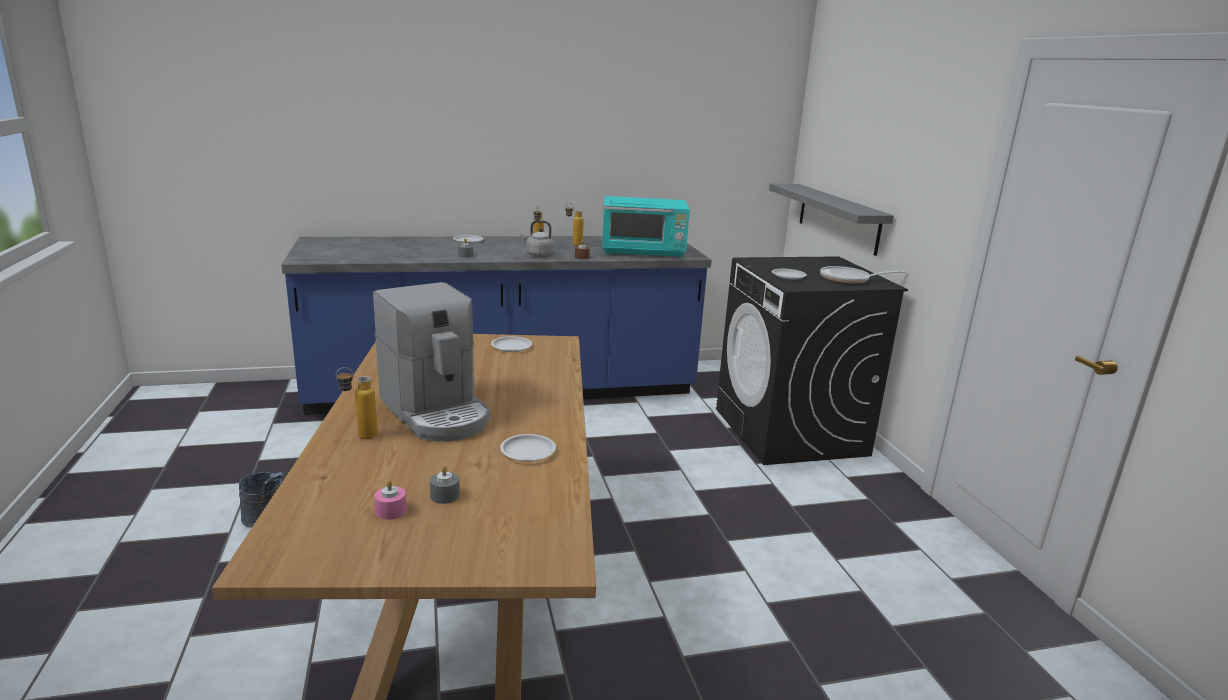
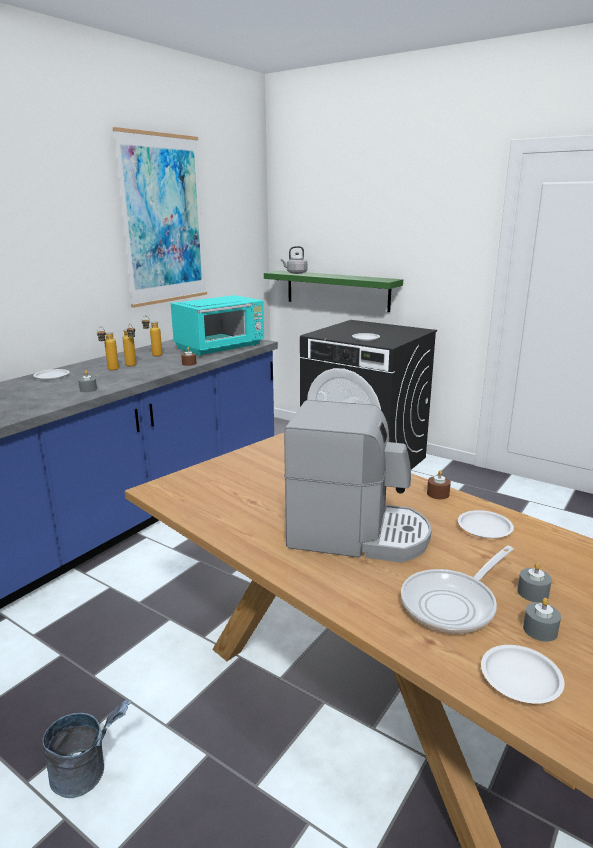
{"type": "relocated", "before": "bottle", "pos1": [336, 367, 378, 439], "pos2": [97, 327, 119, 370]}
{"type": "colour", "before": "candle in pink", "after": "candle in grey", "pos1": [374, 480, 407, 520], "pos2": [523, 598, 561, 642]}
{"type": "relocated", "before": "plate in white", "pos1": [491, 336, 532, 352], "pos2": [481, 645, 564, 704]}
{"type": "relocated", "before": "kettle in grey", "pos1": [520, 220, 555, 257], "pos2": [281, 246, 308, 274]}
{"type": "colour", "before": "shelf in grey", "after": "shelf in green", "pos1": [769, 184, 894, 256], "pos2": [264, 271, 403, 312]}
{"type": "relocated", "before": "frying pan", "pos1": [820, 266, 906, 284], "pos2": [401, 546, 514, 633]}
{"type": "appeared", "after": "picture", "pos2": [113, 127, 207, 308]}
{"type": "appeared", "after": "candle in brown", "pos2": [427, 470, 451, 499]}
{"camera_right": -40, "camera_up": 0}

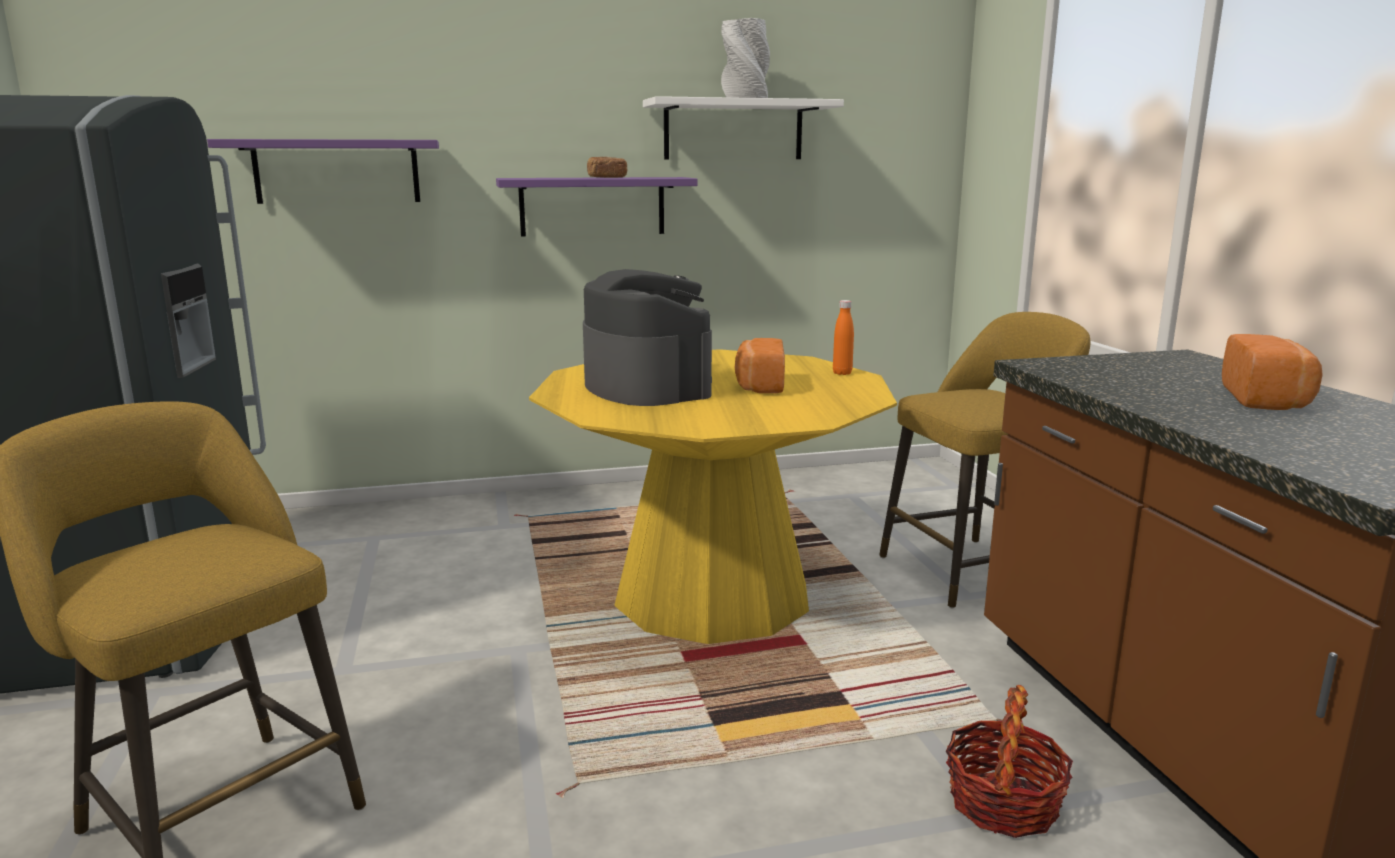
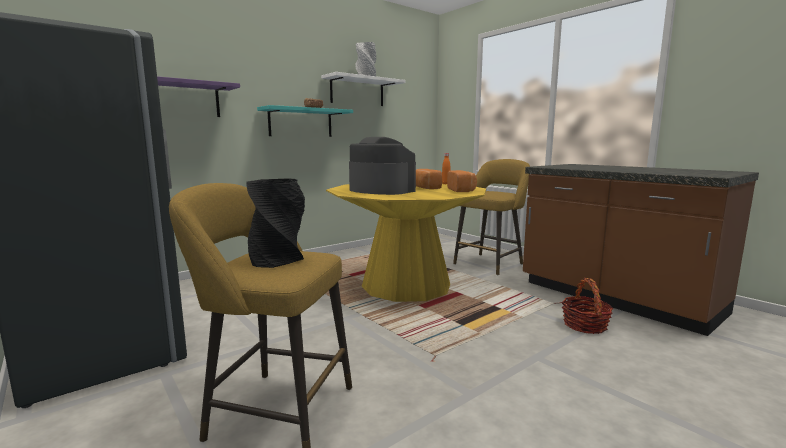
{"type": "colour", "before": "shelf in purple", "after": "shelf in turquoise", "pos1": [496, 177, 698, 237], "pos2": [257, 105, 353, 137]}
{"type": "relocated", "before": "bread", "pos1": [1222, 334, 1323, 410], "pos2": [447, 170, 477, 192]}
{"type": "appeared", "after": "vase in black", "pos2": [246, 179, 305, 268]}
{"camera_right": -25, "camera_up": -5}

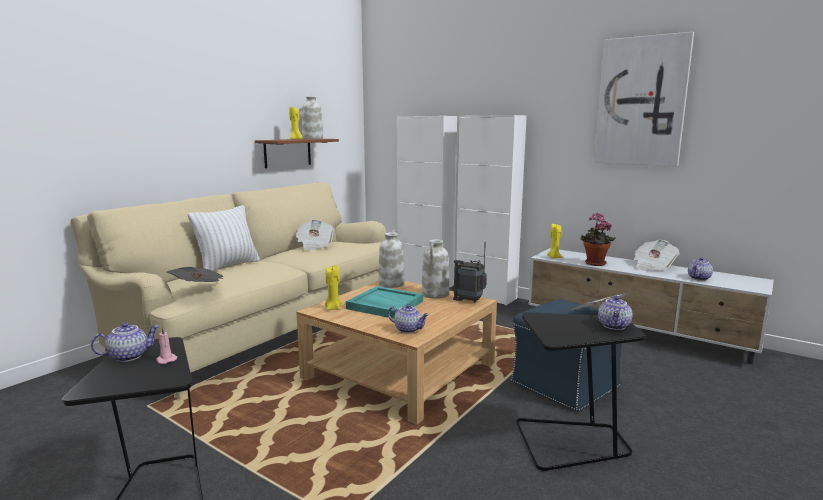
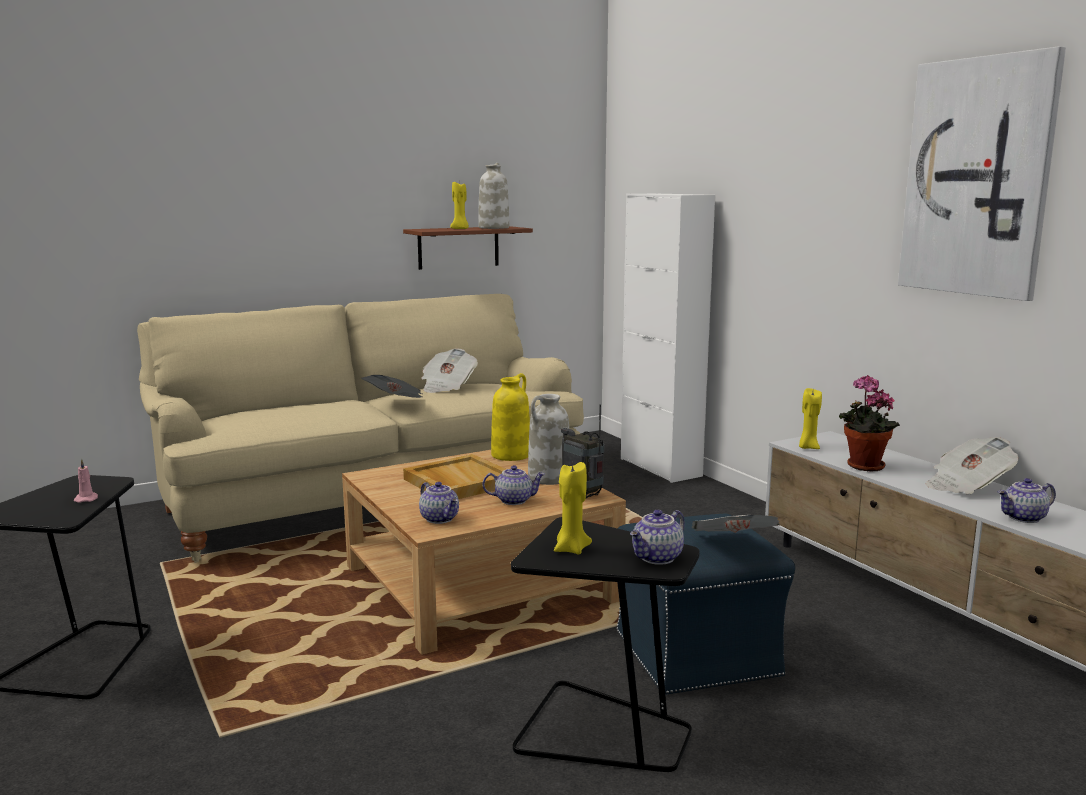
{"type": "relocated", "before": "teapot", "pos1": [91, 322, 159, 362], "pos2": [482, 465, 545, 505]}
{"type": "relocated", "before": "newspaper", "pos1": [166, 267, 224, 282], "pos2": [361, 375, 422, 398]}
{"type": "missing", "before": "pillow in white", "pos1": [188, 205, 260, 271]}
{"type": "relocated", "before": "candle in yellow", "pos1": [325, 265, 342, 310], "pos2": [554, 462, 592, 555]}
{"type": "colour", "before": "tray in turquoise", "after": "tray in beige", "pos1": [346, 286, 423, 319], "pos2": [403, 454, 506, 499]}
{"type": "colour", "before": "vase in white", "after": "vase in yellow", "pos1": [379, 230, 405, 288], "pos2": [491, 373, 530, 461]}
{"type": "missing", "before": "cabinet in white", "pos1": [456, 115, 527, 305]}
{"camera_right": 25, "camera_up": 0}

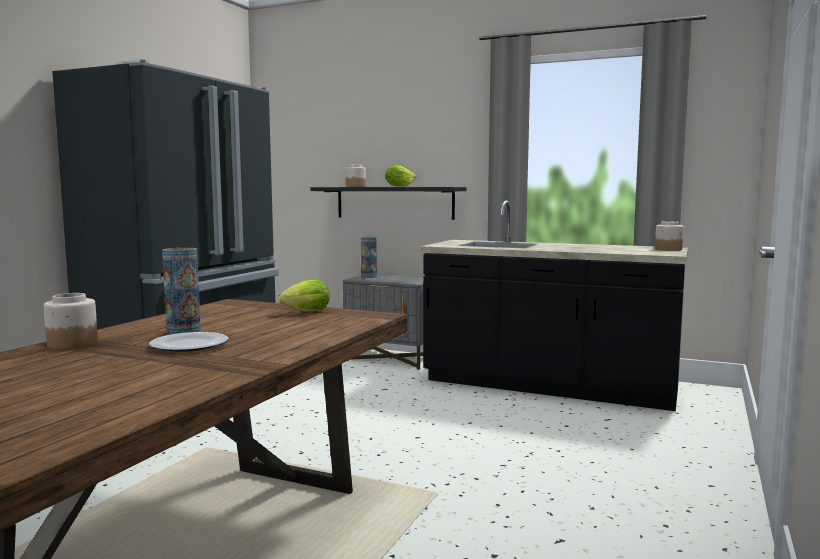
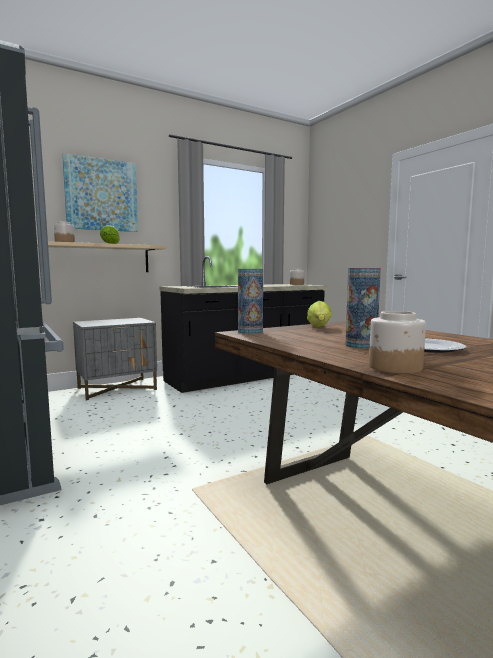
{"type": "colour", "before": "shelf in black", "after": "shelf in beige", "pos1": [310, 187, 467, 220], "pos2": [37, 241, 167, 272]}
{"type": "relocated", "before": "vase", "pos1": [361, 237, 377, 278], "pos2": [238, 269, 263, 334]}
{"type": "appeared", "after": "picture", "pos2": [62, 153, 138, 232]}
{"camera_right": -55, "camera_up": 0}

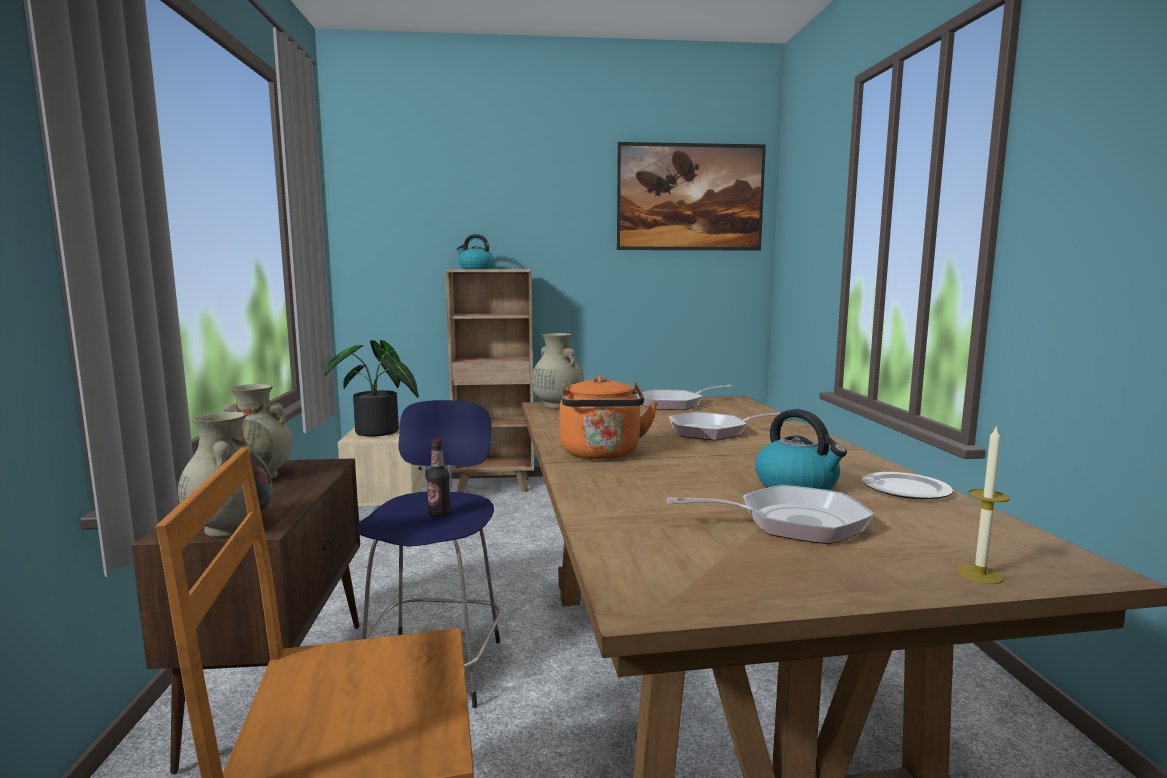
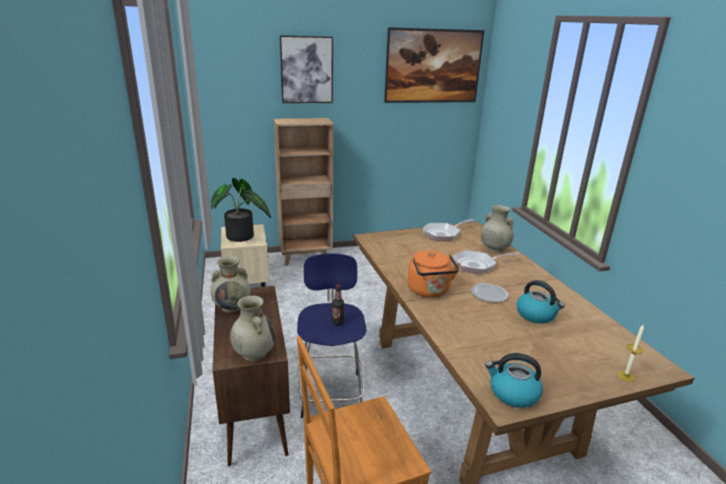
{"type": "relocated", "before": "kettle", "pos1": [457, 234, 494, 269], "pos2": [485, 353, 543, 408]}
{"type": "relocated", "before": "vase in beige", "pos1": [531, 333, 584, 409], "pos2": [481, 205, 514, 253]}
{"type": "missing", "before": "frying pan", "pos1": [667, 485, 874, 544]}
{"type": "relocated", "before": "plate", "pos1": [862, 472, 953, 499], "pos2": [471, 283, 508, 302]}
{"type": "appeared", "after": "picture", "pos2": [280, 35, 333, 103]}
{"camera_right": -10, "camera_up": 15}

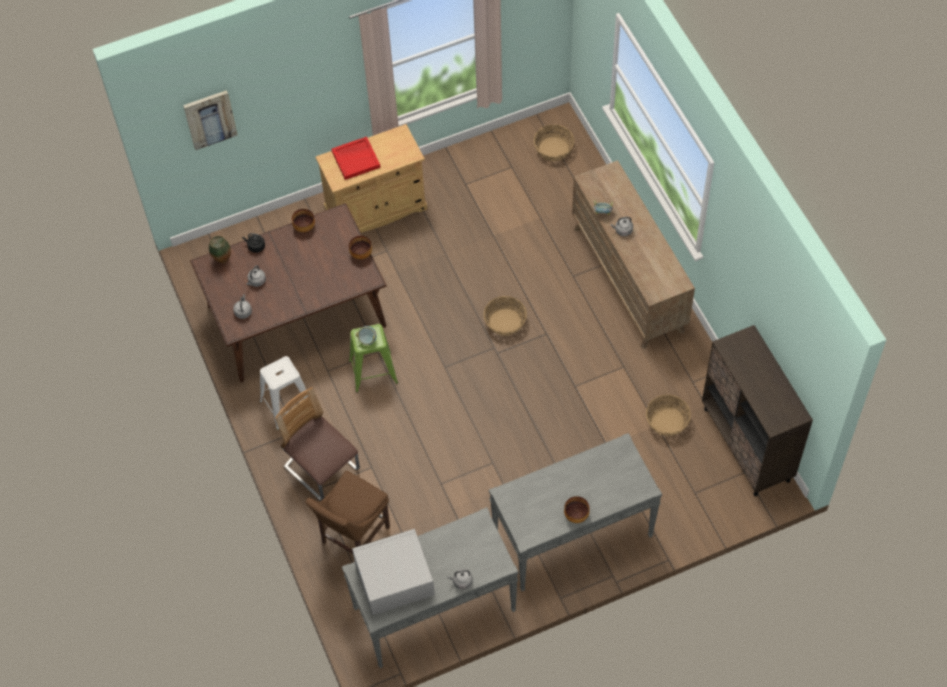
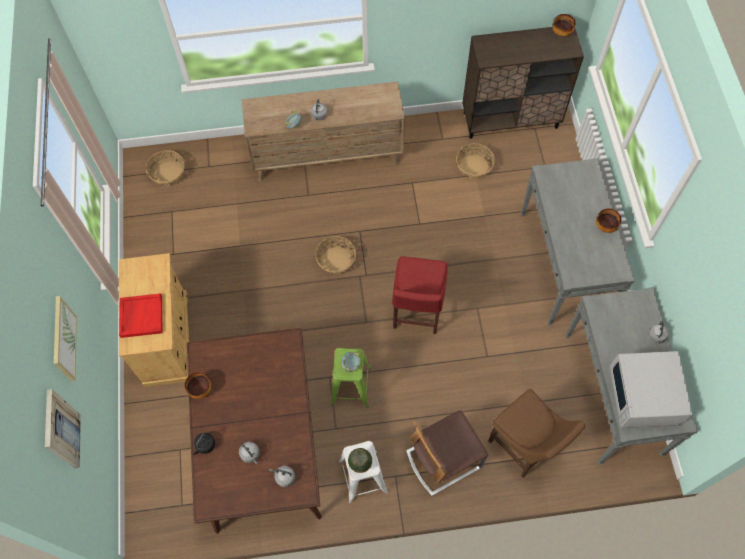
{"type": "relocated", "before": "vase", "pos1": [209, 236, 231, 263], "pos2": [348, 448, 372, 473]}
{"type": "relocated", "before": "bowl", "pos1": [349, 236, 372, 259], "pos2": [553, 14, 576, 36]}
{"type": "appeared", "after": "picture", "pos2": [54, 296, 77, 381]}
{"type": "appeared", "after": "chair in red", "pos2": [392, 256, 448, 334]}
{"camera_right": -75, "camera_up": 5}

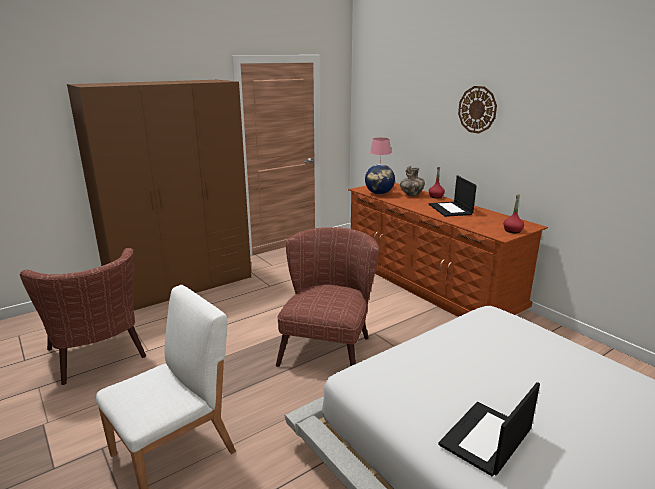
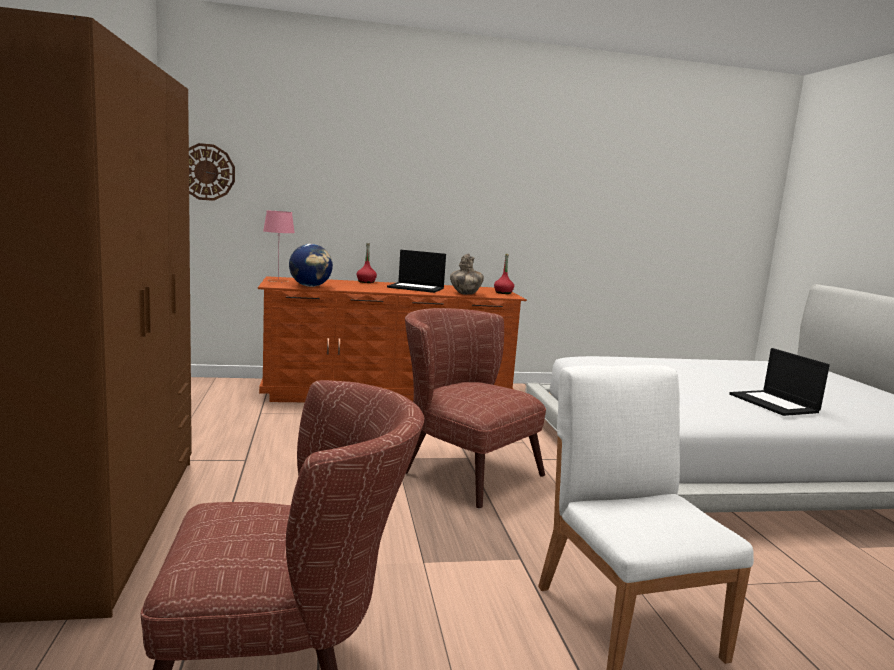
{"type": "relocated", "before": "vase", "pos1": [400, 166, 425, 196], "pos2": [450, 254, 484, 295]}
{"type": "relocated", "before": "wall clock", "pos1": [458, 86, 497, 133], "pos2": [189, 143, 235, 201]}
{"camera_right": -65, "camera_up": -10}

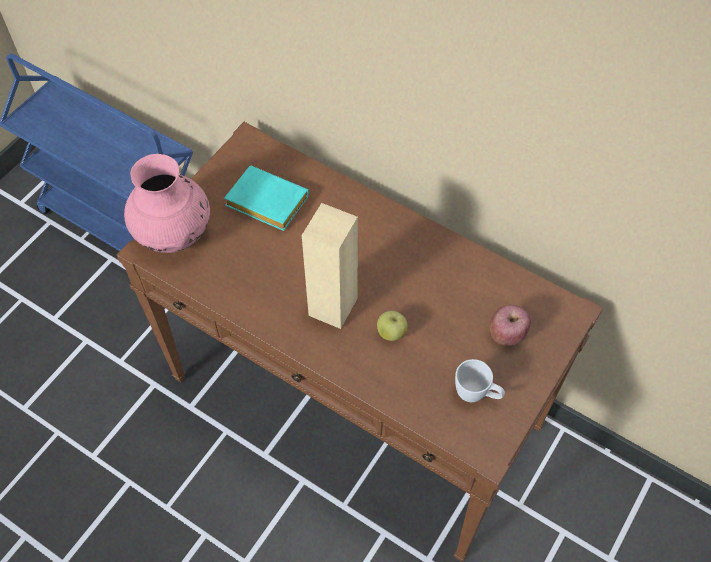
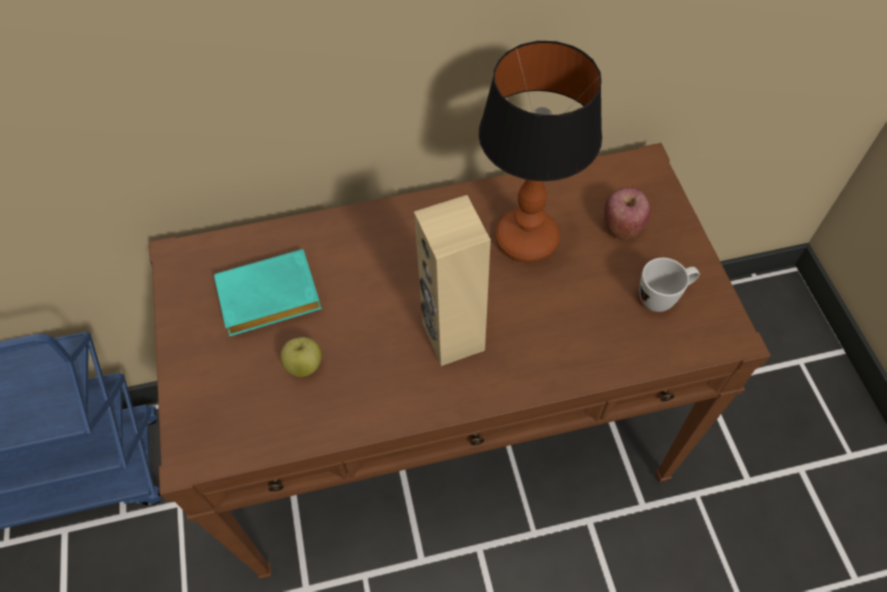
{"type": "missing", "before": "vase in pink", "pos1": [124, 154, 210, 253]}
{"type": "relocated", "before": "apple", "pos1": [377, 311, 408, 341], "pos2": [280, 337, 322, 377]}
{"type": "appeared", "after": "table lamp", "pos2": [479, 41, 602, 263]}
{"camera_right": -45, "camera_up": 0}

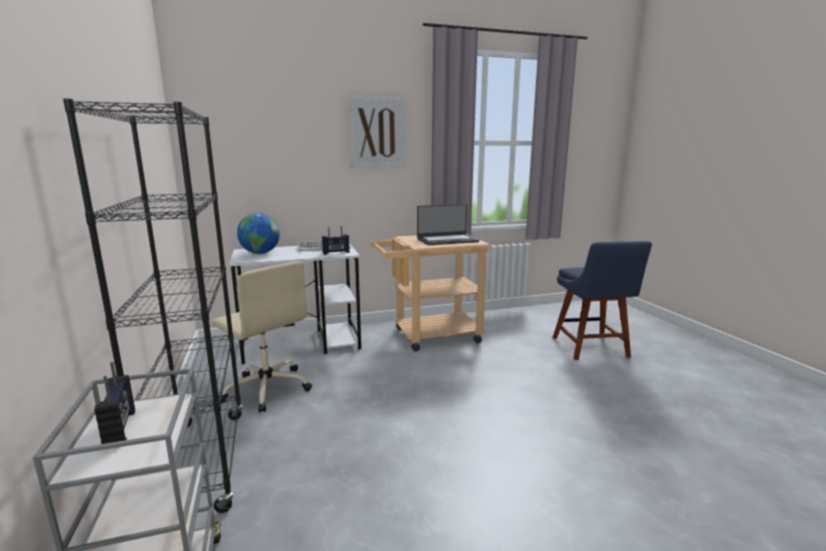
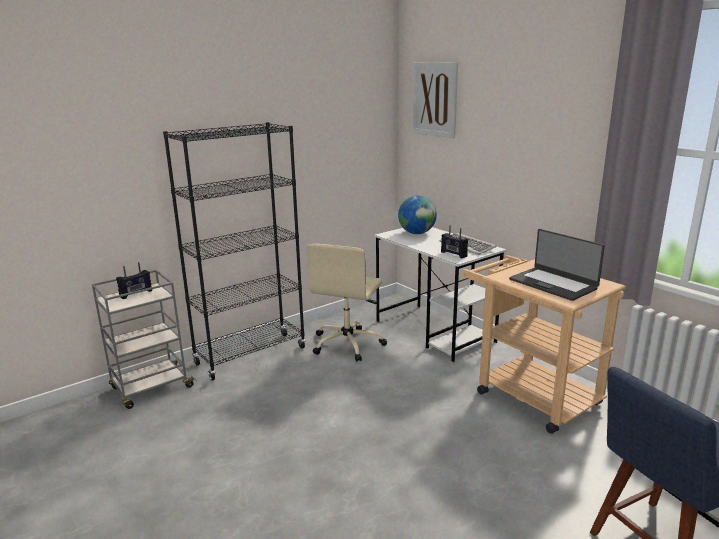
{"type": "relocated", "before": "picture", "pos1": [348, 96, 404, 168], "pos2": [413, 62, 458, 138]}
{"camera_right": 70, "camera_up": 5}

